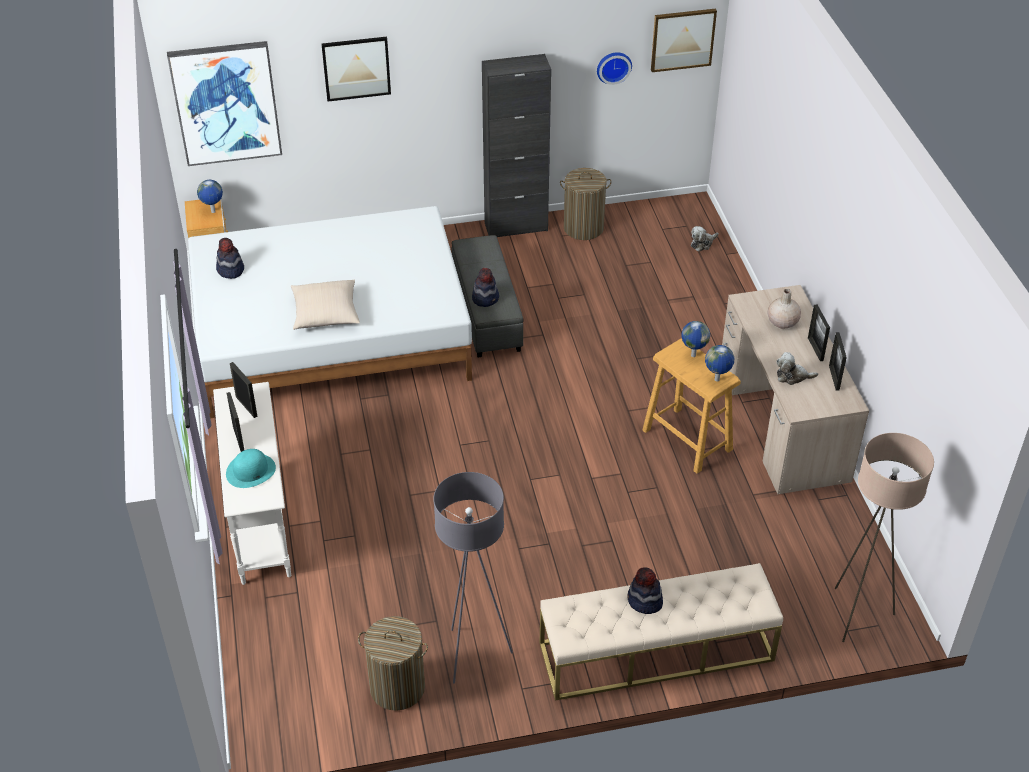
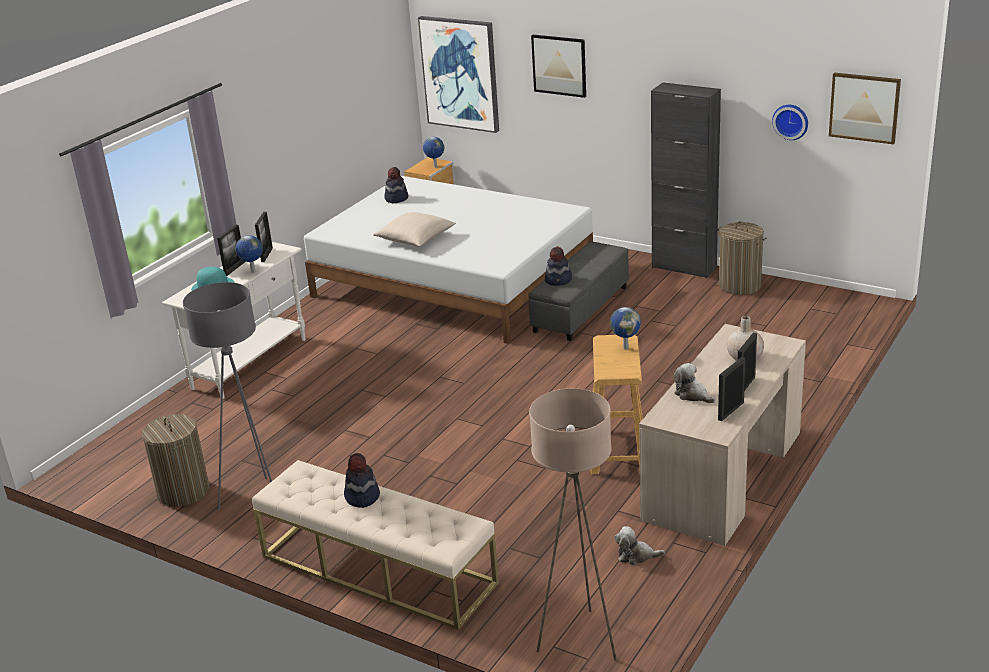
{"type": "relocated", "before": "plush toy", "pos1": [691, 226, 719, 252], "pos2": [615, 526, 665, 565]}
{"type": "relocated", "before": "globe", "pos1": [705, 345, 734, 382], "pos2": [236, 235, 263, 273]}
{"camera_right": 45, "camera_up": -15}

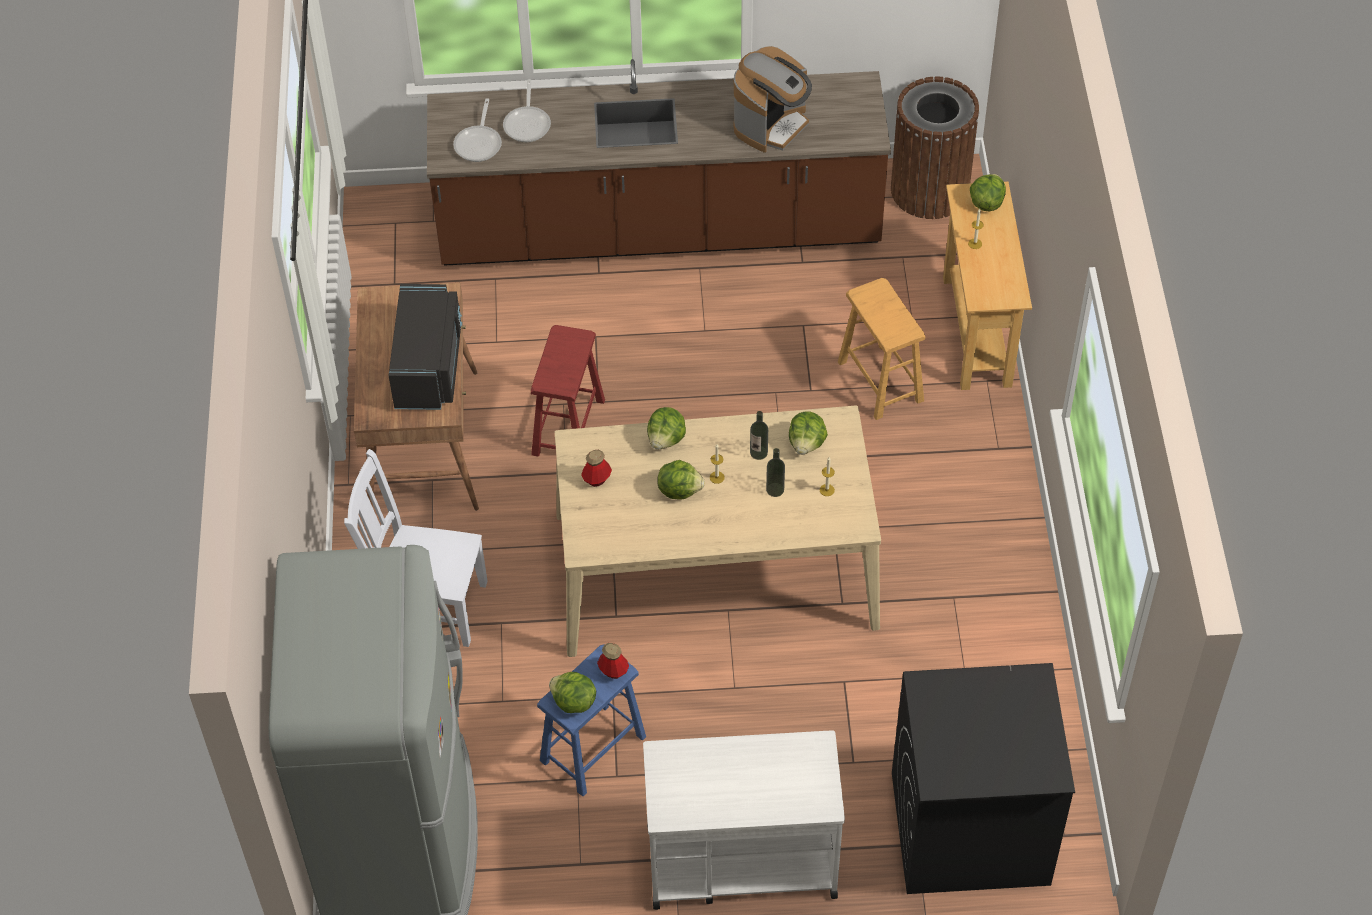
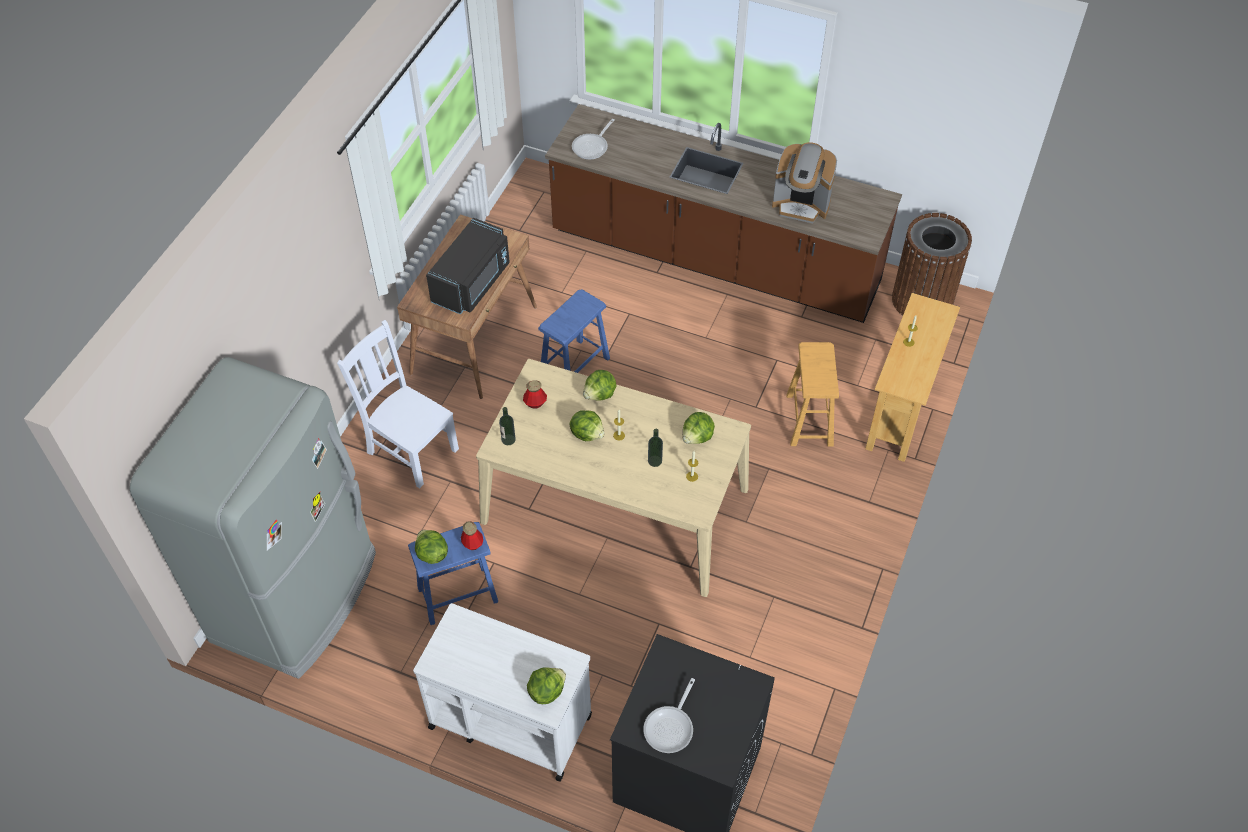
{"type": "relocated", "before": "frying pan", "pos1": [503, 79, 551, 142], "pos2": [643, 678, 695, 753]}
{"type": "colour", "before": "stool in red", "after": "stool in blue", "pos1": [531, 325, 605, 457], "pos2": [538, 289, 610, 373]}
{"type": "spun", "before": "coffee machine", "pos1": [734, 46, 812, 153], "pos2": [772, 142, 837, 223], "turn": 45}
{"type": "relocated", "before": "bottle", "pos1": [750, 411, 768, 460], "pos2": [499, 407, 516, 445]}
{"type": "relocated", "before": "lettuce", "pos1": [970, 174, 1006, 211], "pos2": [527, 667, 566, 704]}
{"camera_right": 25, "camera_up": 0}

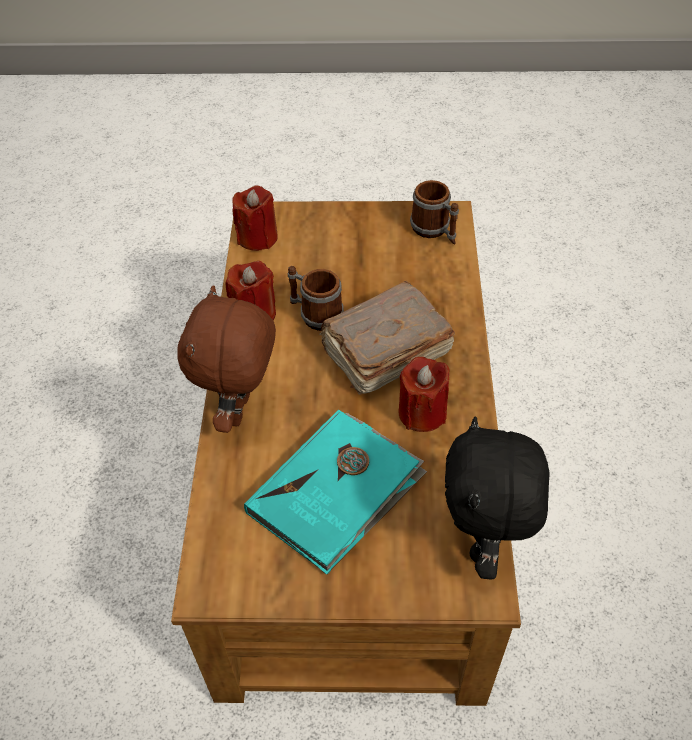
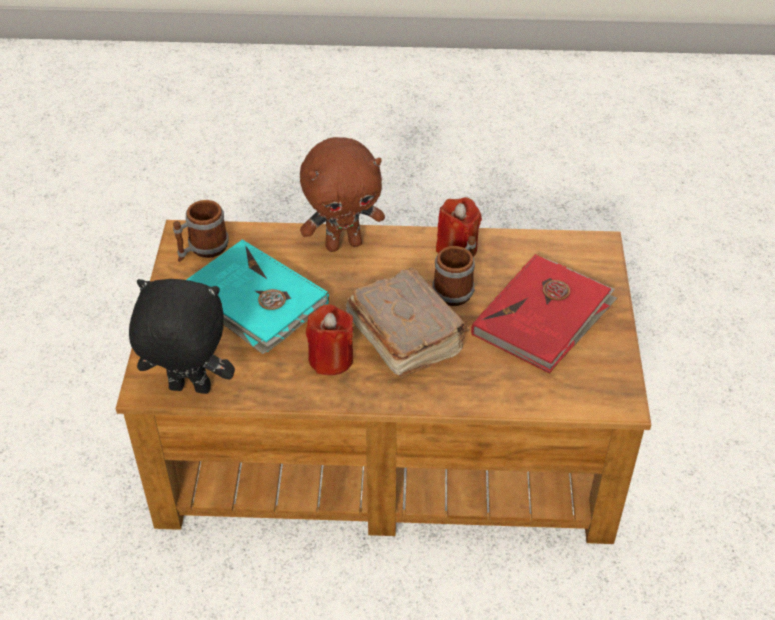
{"type": "spun", "before": "plush toy in brown", "pos1": [177, 285, 276, 433], "pos2": [300, 137, 385, 252], "turn": 150}
{"type": "missing", "before": "candle in red", "pos1": [232, 185, 278, 251]}
{"type": "relocated", "before": "mug", "pos1": [410, 180, 459, 244], "pos2": [173, 200, 229, 262]}
{"type": "appeared", "after": "book in red", "pos2": [471, 254, 617, 373]}
{"camera_right": 90, "camera_up": -5}

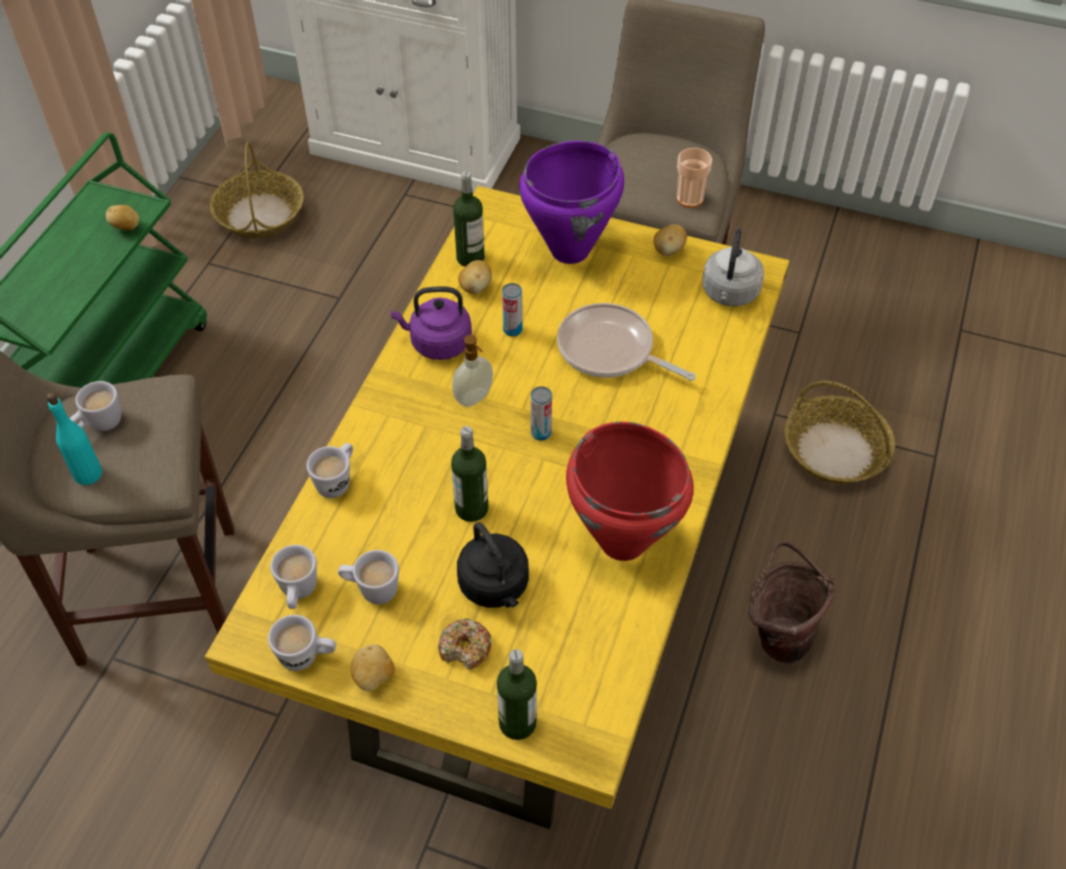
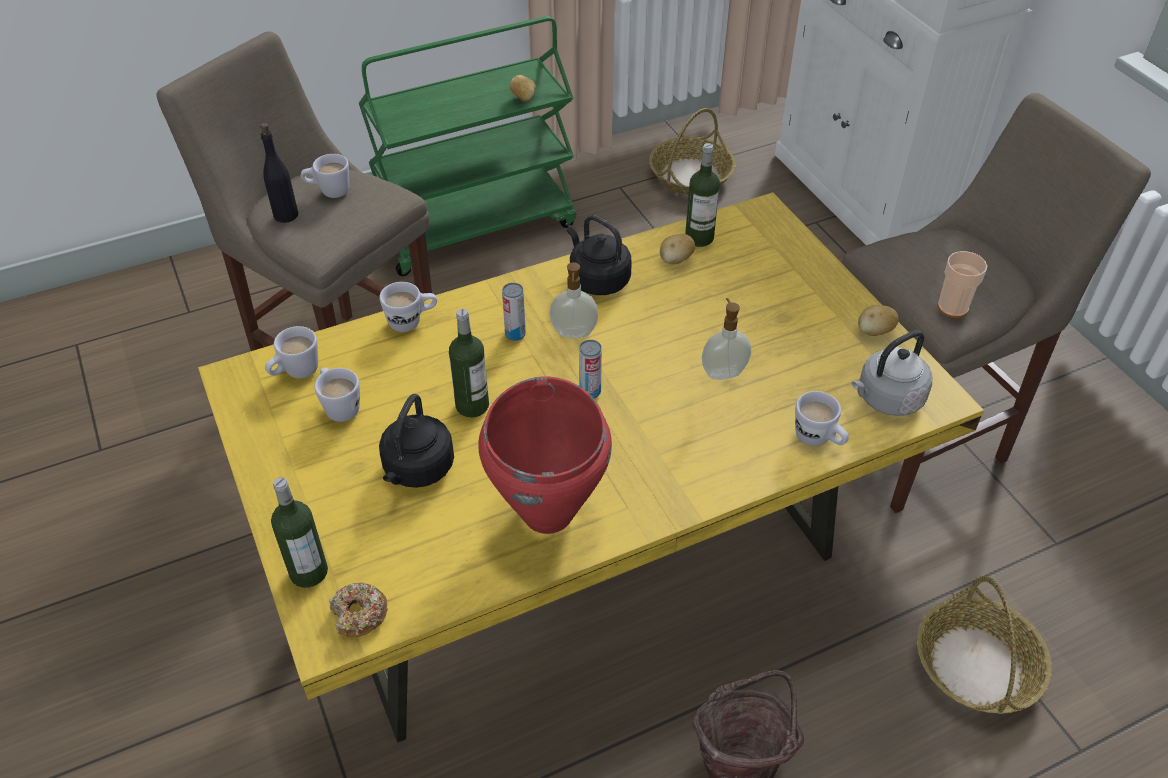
{"type": "colour", "before": "bottle in turquoise", "after": "bottle in black", "pos1": [47, 393, 102, 485], "pos2": [260, 123, 298, 223]}
{"type": "relocated", "before": "mug in white", "pos1": [268, 615, 336, 671], "pos2": [795, 391, 849, 446]}
{"type": "missing", "before": "potato", "pos1": [351, 645, 395, 691]}
{"type": "colour", "before": "kettle in purple", "after": "kettle in black", "pos1": [390, 286, 472, 360], "pos2": [567, 215, 632, 295]}
{"type": "relocated", "before": "donut", "pos1": [438, 618, 491, 670], "pos2": [329, 582, 388, 637]}
{"type": "relocated", "before": "can", "pos1": [502, 283, 523, 337], "pos2": [502, 283, 526, 341]}
{"type": "missing", "before": "cooking pot in purple", "pos1": [519, 141, 624, 264]}
{"type": "exchanged", "before": "frying pan", "after": "soap dispenser", "pos1": [557, 303, 696, 381], "pos2": [702, 298, 751, 380]}
{"camera_right": 45, "camera_up": -5}

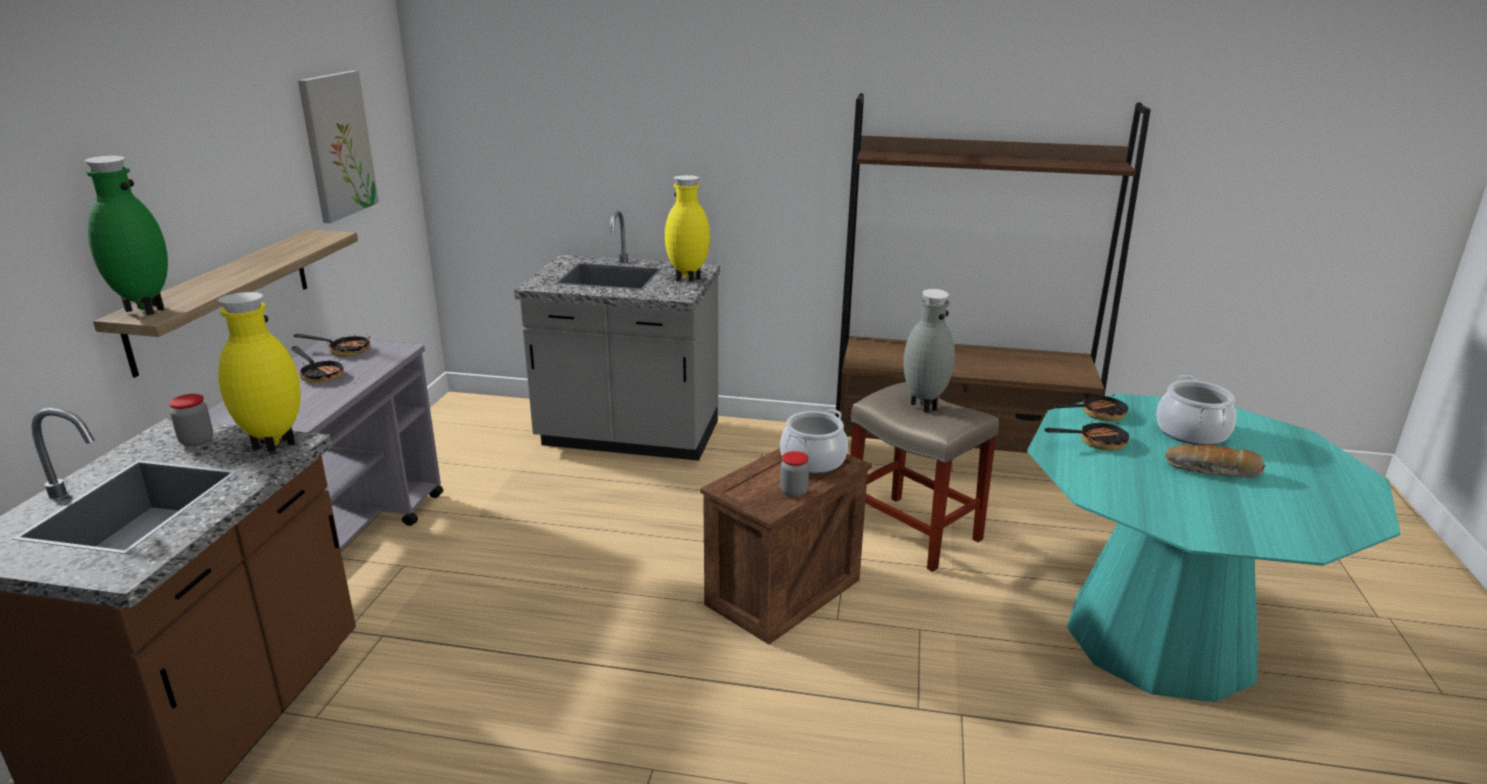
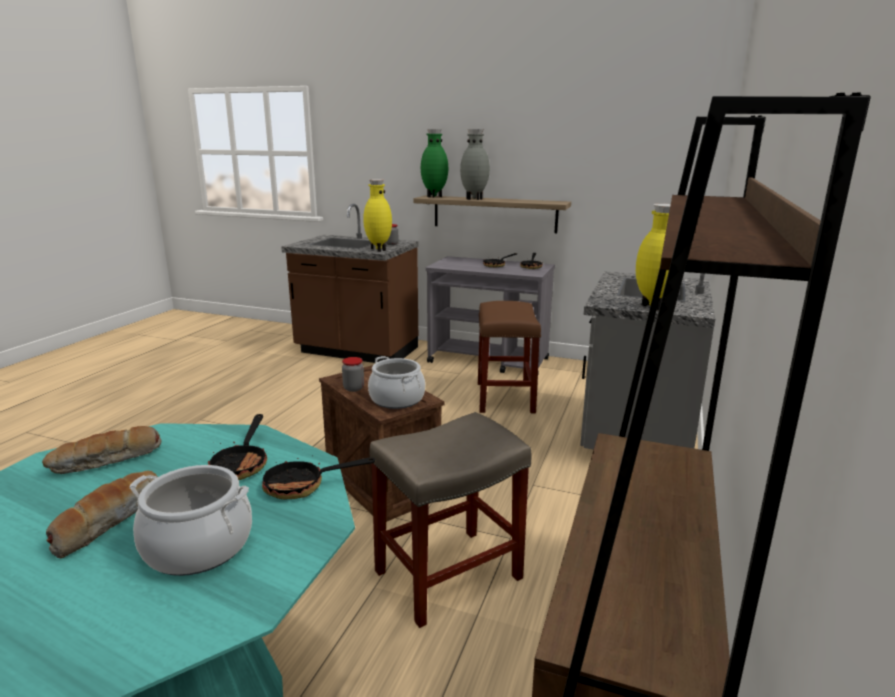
{"type": "missing", "before": "picture", "pos1": [298, 71, 379, 223]}
{"type": "relocated", "before": "vase in grey", "pos1": [904, 289, 955, 413], "pos2": [460, 129, 490, 200]}
{"type": "spun", "before": "frying pan", "pos1": [1054, 392, 1128, 421], "pos2": [262, 457, 375, 500], "turn": 90}
{"type": "appeared", "after": "bread", "pos2": [42, 426, 162, 474]}
{"type": "appeared", "after": "stool in brown", "pos2": [478, 301, 541, 413]}
{"camera_right": 100, "camera_up": -5}

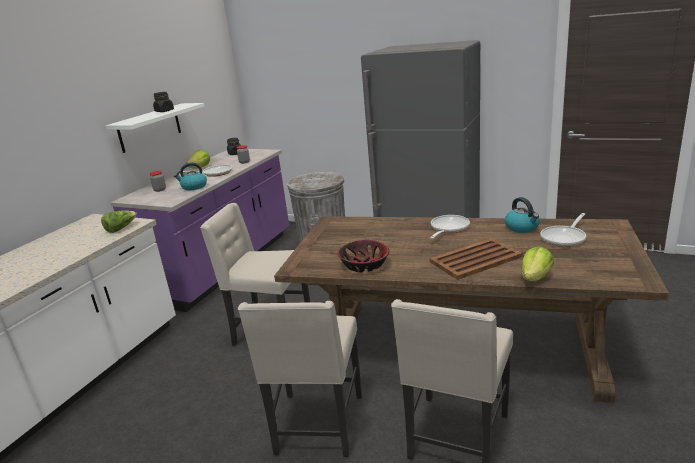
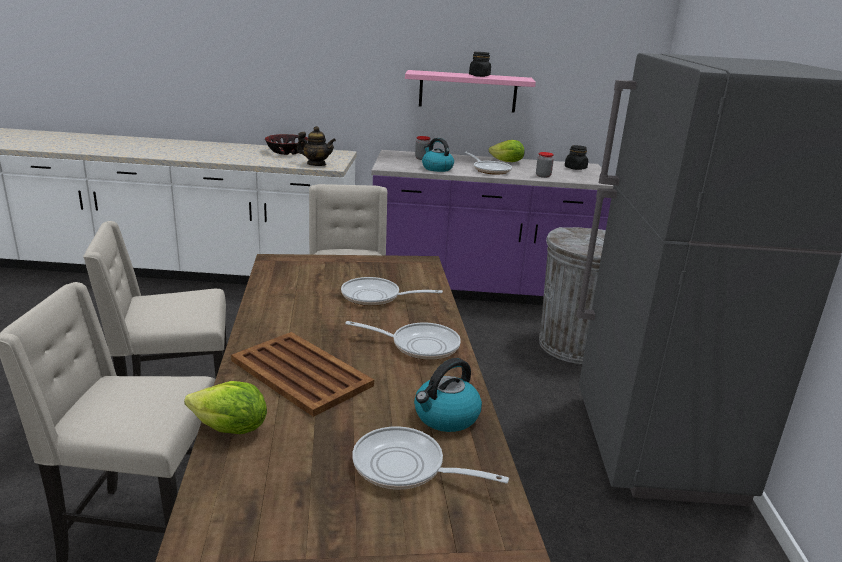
{"type": "exchanged", "before": "lettuce", "after": "teapot", "pos1": [101, 210, 137, 233], "pos2": [297, 126, 336, 166]}
{"type": "colour", "before": "shelf in white", "after": "shelf in pink", "pos1": [106, 103, 205, 153], "pos2": [405, 70, 536, 113]}
{"type": "relocated", "before": "bowl", "pos1": [337, 240, 389, 272], "pos2": [265, 134, 308, 155]}
{"type": "appeared", "after": "frying pan", "pos2": [341, 277, 443, 306]}
{"camera_right": 65, "camera_up": 0}

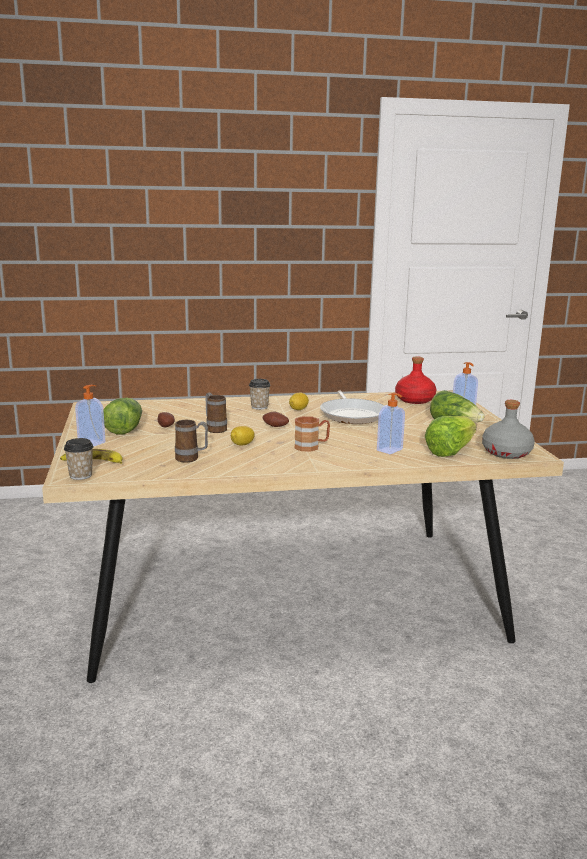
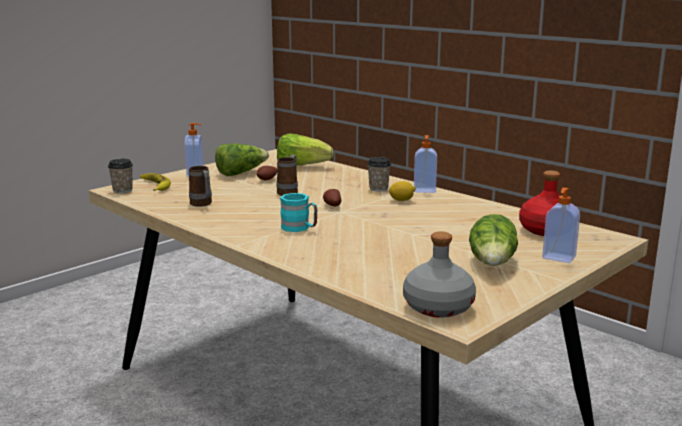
{"type": "missing", "before": "lemon", "pos1": [231, 426, 254, 445]}
{"type": "colour", "before": "mug in brown", "after": "mug in turquoise", "pos1": [294, 416, 330, 452], "pos2": [280, 193, 318, 232]}
{"type": "missing", "before": "frying pan", "pos1": [320, 390, 384, 424]}
{"type": "relocated", "before": "soap dispenser", "pos1": [377, 393, 405, 454], "pos2": [414, 135, 437, 193]}
{"type": "relocated", "before": "lettuce", "pos1": [425, 416, 477, 457], "pos2": [277, 134, 333, 165]}
{"camera_right": 55, "camera_up": 0}

